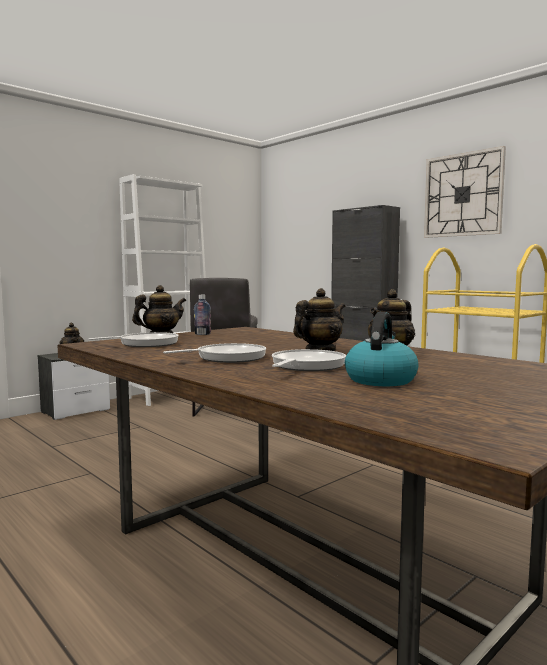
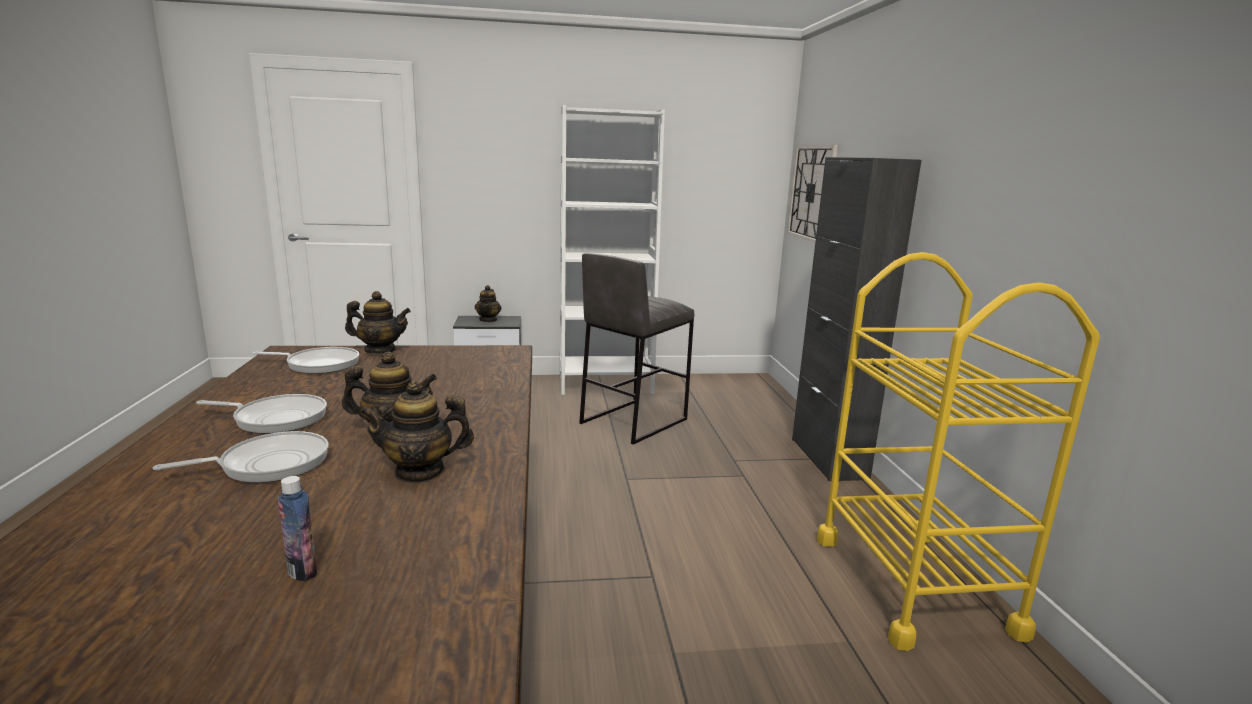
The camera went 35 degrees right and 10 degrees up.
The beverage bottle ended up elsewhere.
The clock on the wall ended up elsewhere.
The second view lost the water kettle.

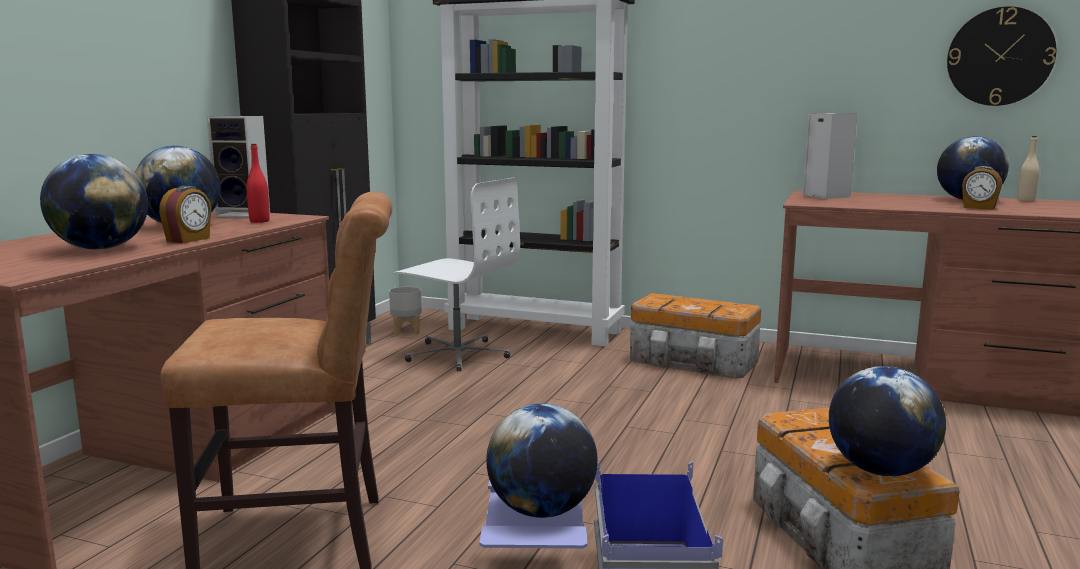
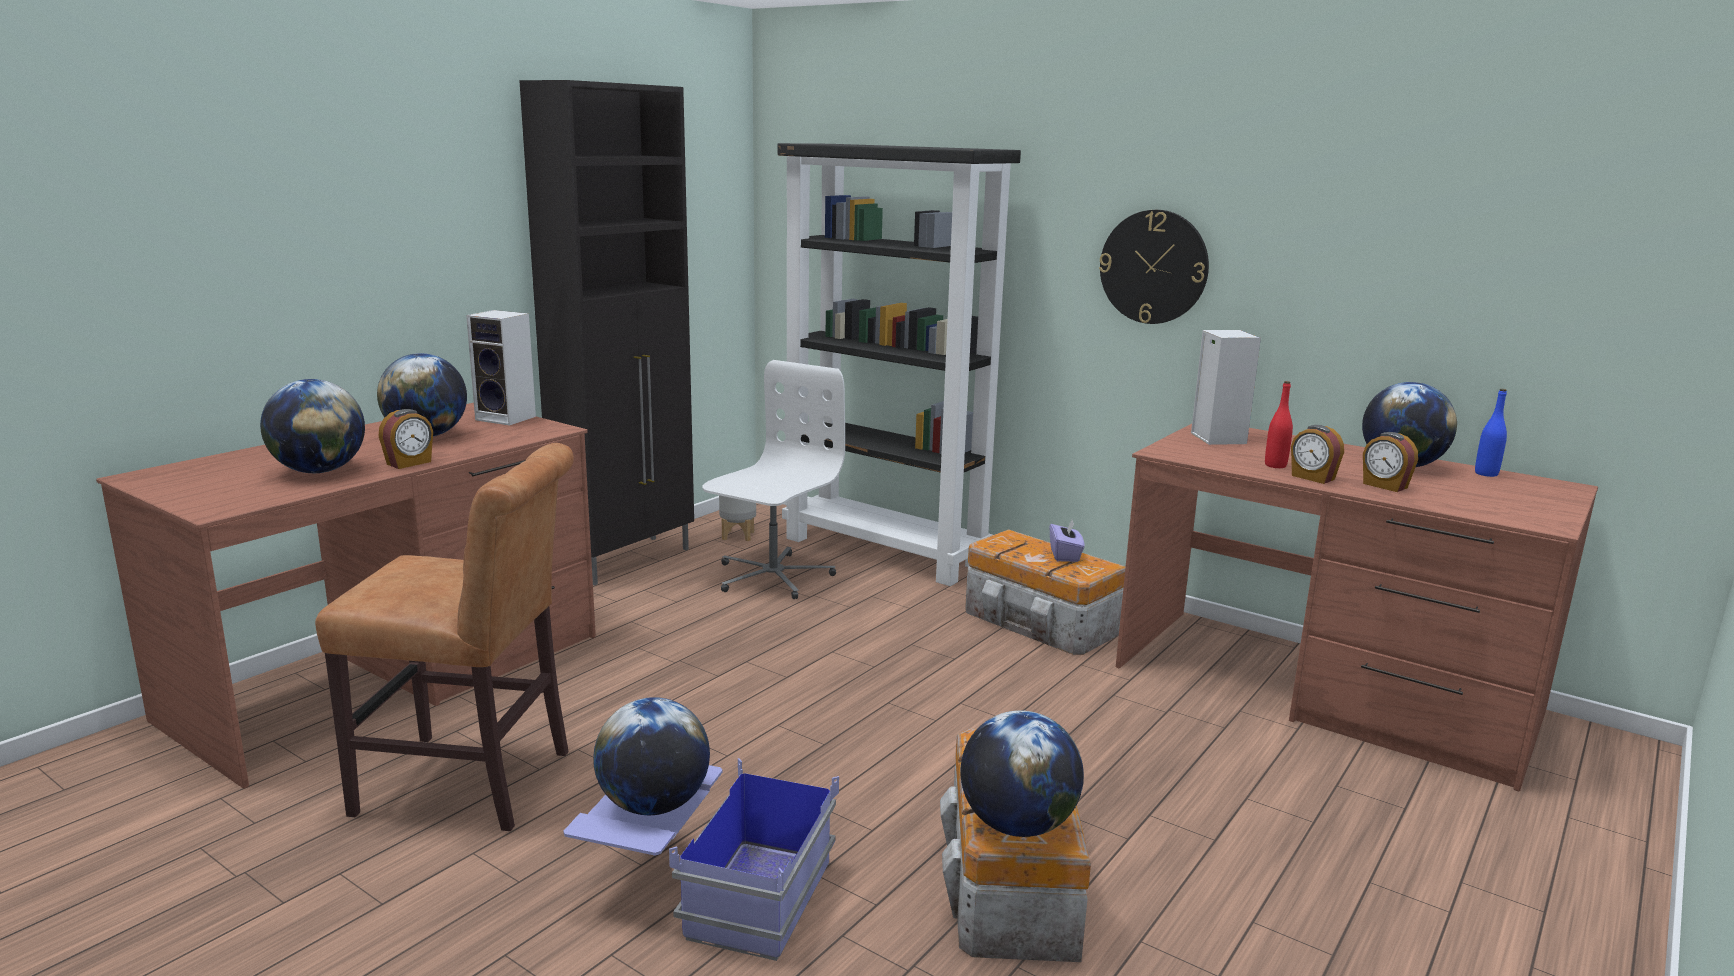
The camera went 15 degrees right and 5 degrees up.
The office chair (whitish) ended up facing another way, 105 degrees counterclockwise from before.
The second view gained the tissue box (purple).
The clock on the wall ended up elsewhere.
The beverage bottle (red-coloured) ended up elsewhere.
The second view gained the bedside clock (2nd from left).
What was the beverage bottle (beige) turned into the beverage bottle (bluish).

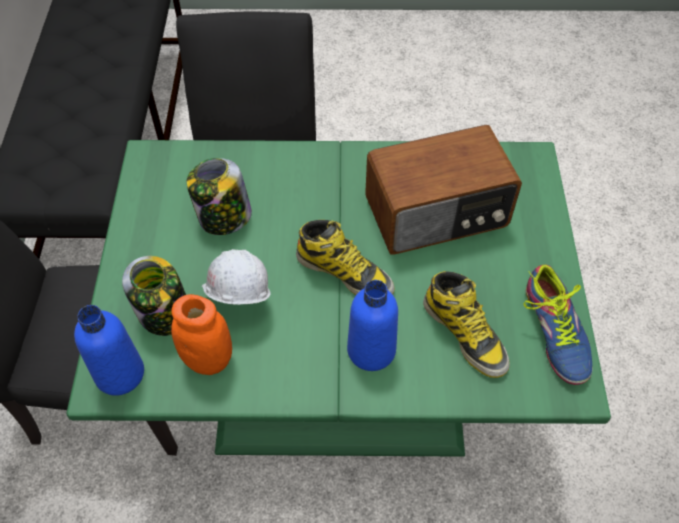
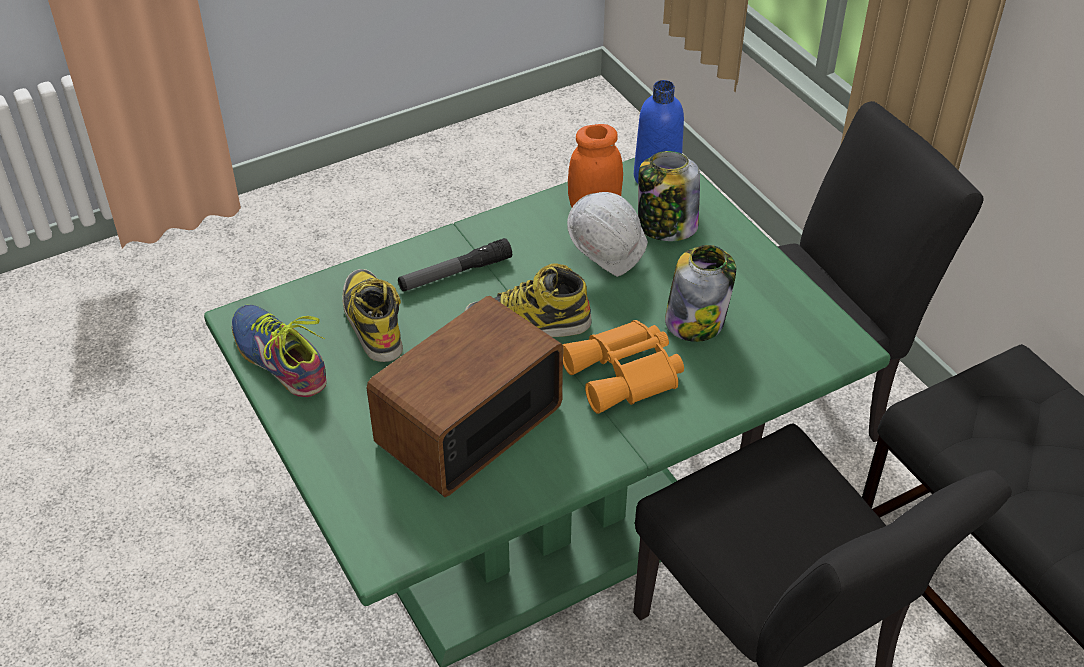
The camera went 150 degrees right and 10 degrees down.
The boot (2nd from left in the first image) ended up facing another way, 45 degrees clockwise from before.
Where the beverage bottle (bluish) (2nd from left) stood, the torch came to stand.
The second view gained the field glasses (orange-coloured).

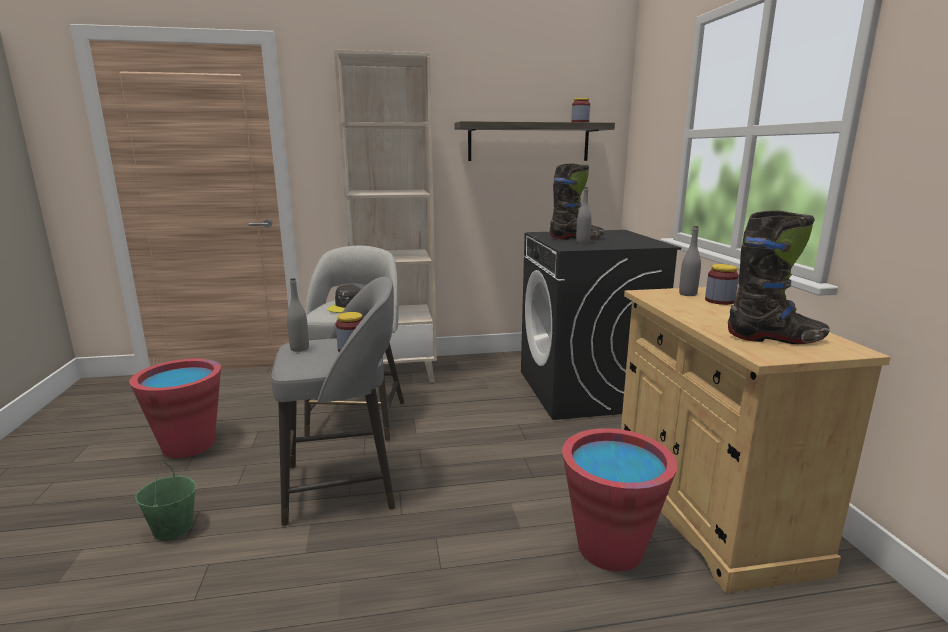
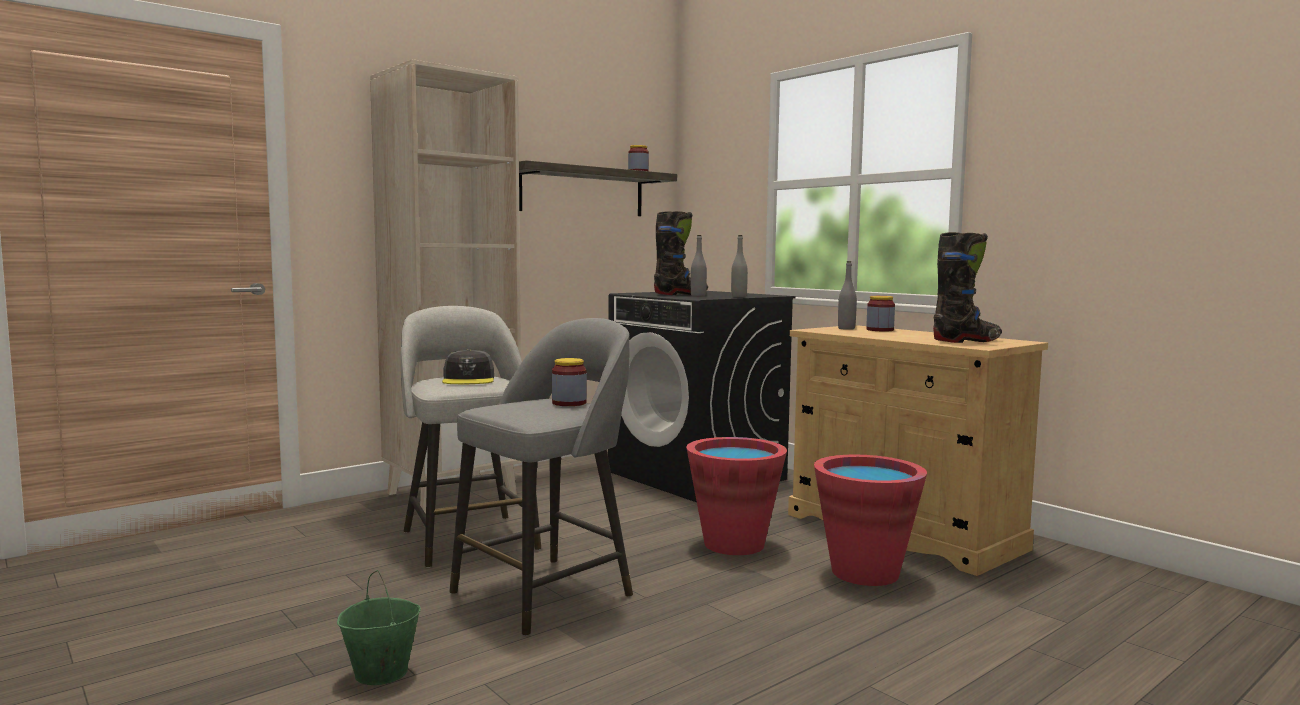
The camera went 30 degrees left and 10 degrees down.
The pail (red-coloured) (1st from left) ended up elsewhere.
The beverage bottle (grey) (1st from left in the first image) ended up elsewhere.

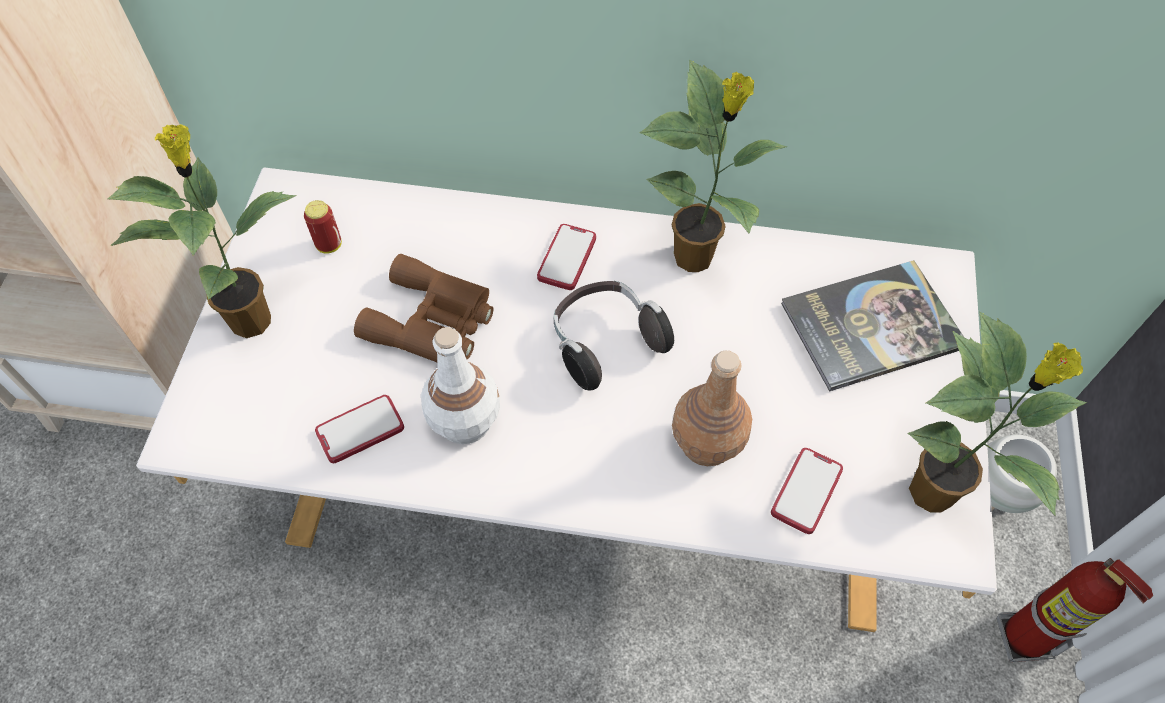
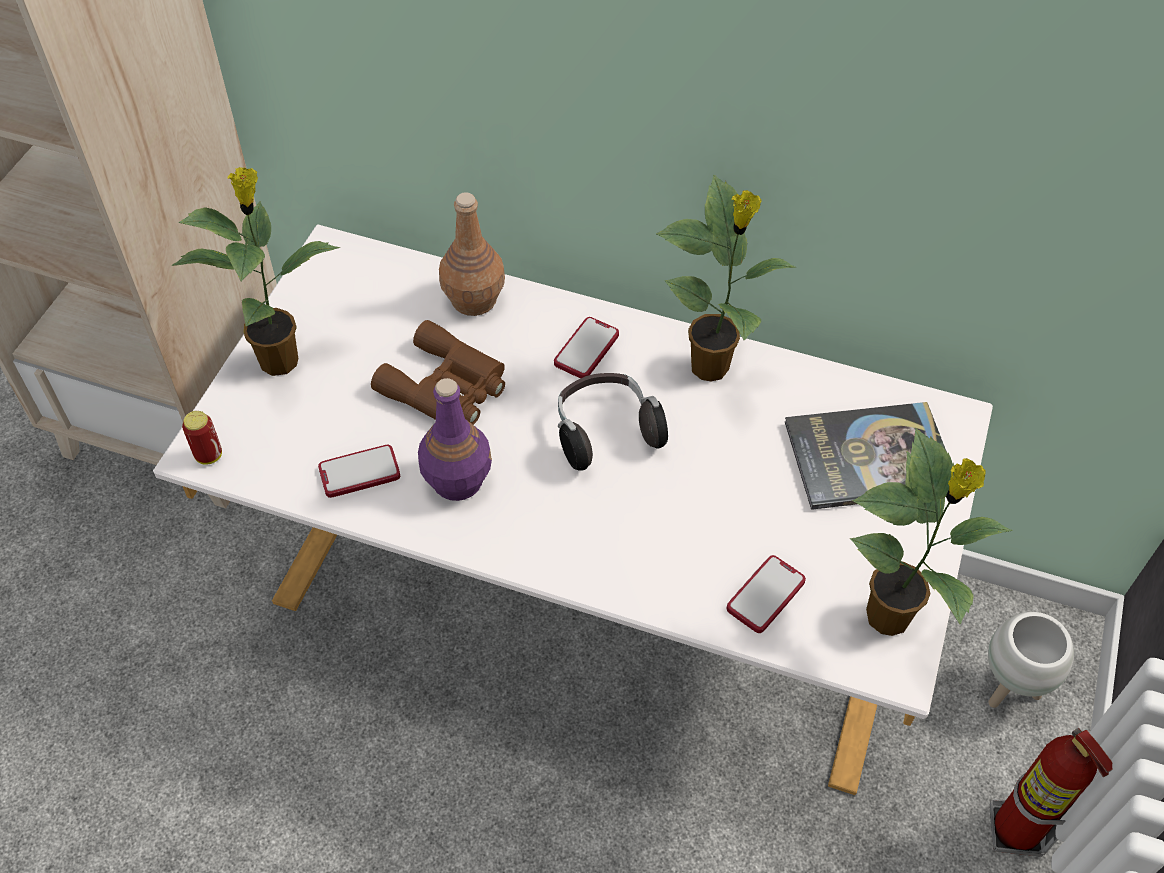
The camera went 10 degrees right and 5 degrees down.
The can ended up elsewhere.
What was the beverage bottle (whitish) turned into the beverage bottle (purple).
The beverage bottle (brown) ended up elsewhere.

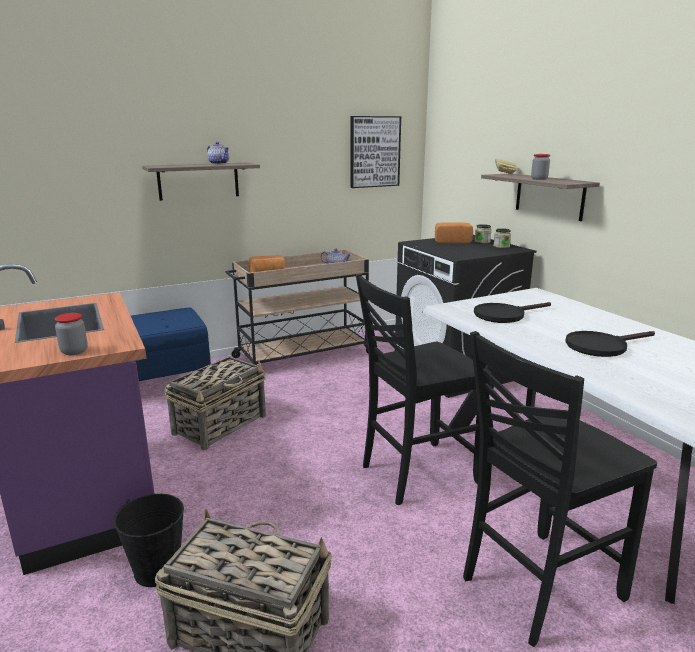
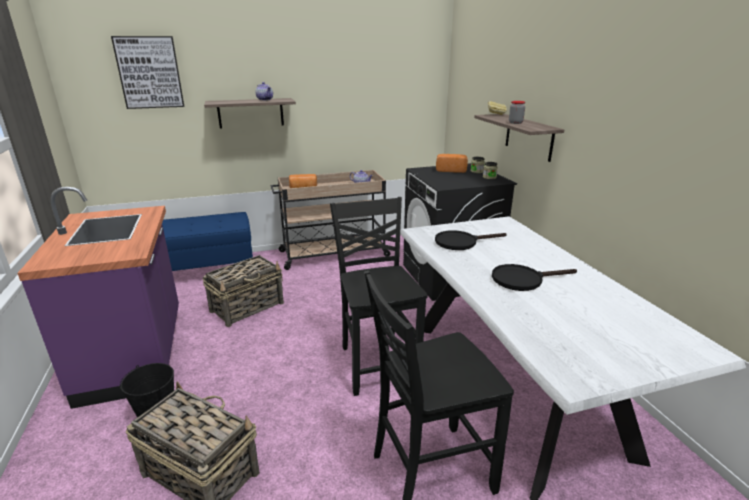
The camera went 10 degrees right and 5 degrees up.
The wall picture ended up elsewhere.
The chair (black) (1st from left) ended up facing another way, 90 degrees clockwise from before.
The second view lost the jar (1st from left).

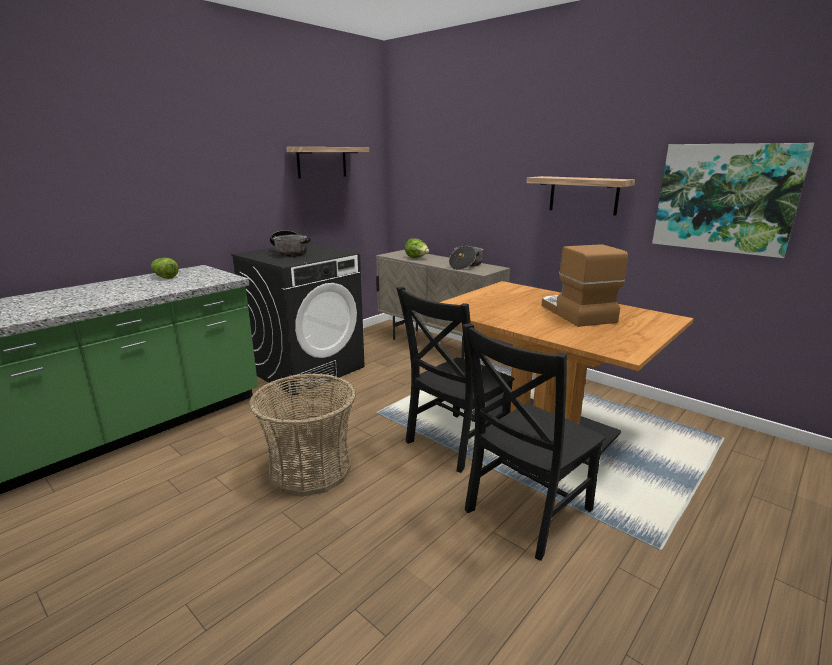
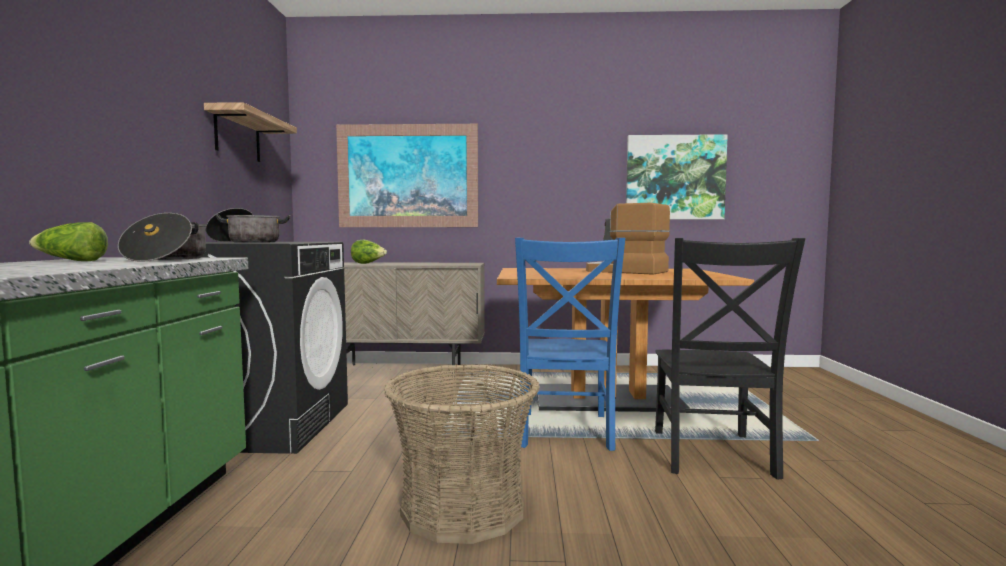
The camera went 40 degrees left and 15 degrees down.
The saucepot (2nd from left in the first image) ended up elsewhere.
The second view gained the wall picture (1st from left).
What was the chair (black) (1st from left) turned into the chair (bluish).
The second view lost the shelf (2nd from left).

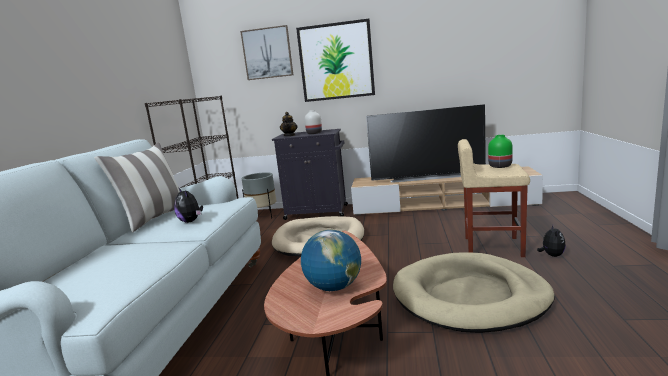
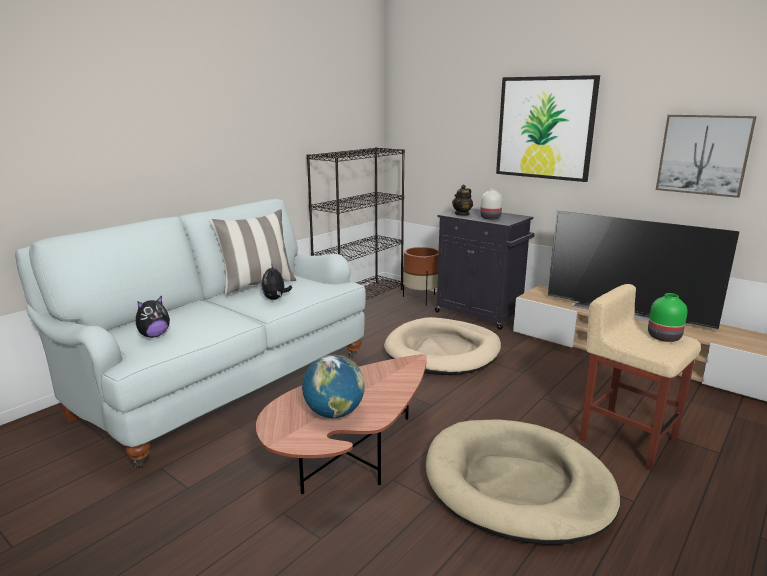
The camera went 30 degrees right and 5 degrees up.
The cuddly toy (2nd from left in the first image) ended up elsewhere.
What was the flower pot (grey) turned into the flower pot (brown).
The wall picture (1st from left in the first image) ended up elsewhere.

